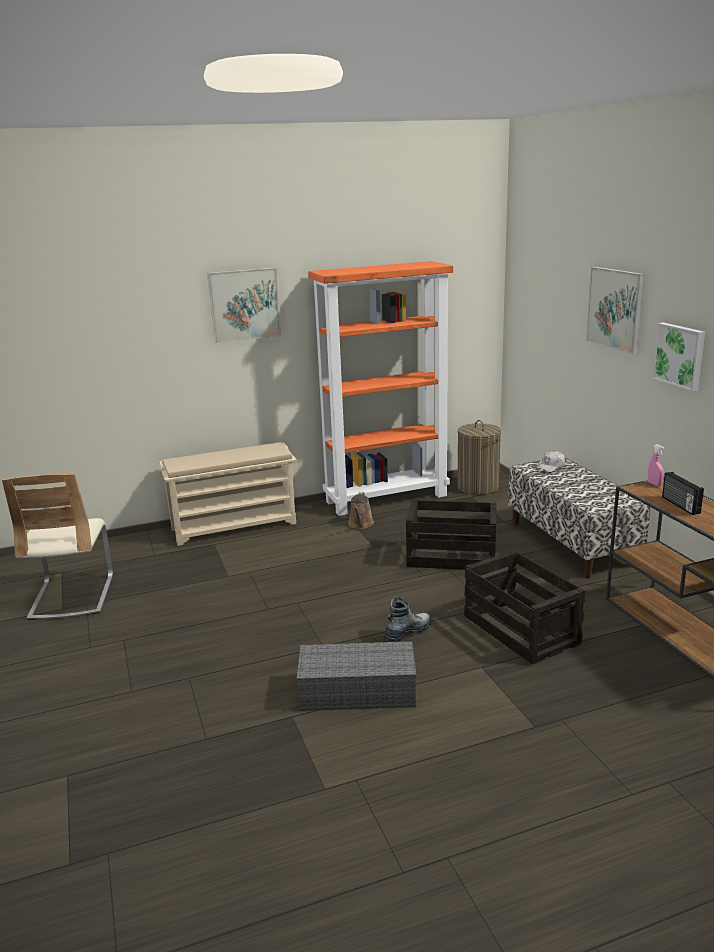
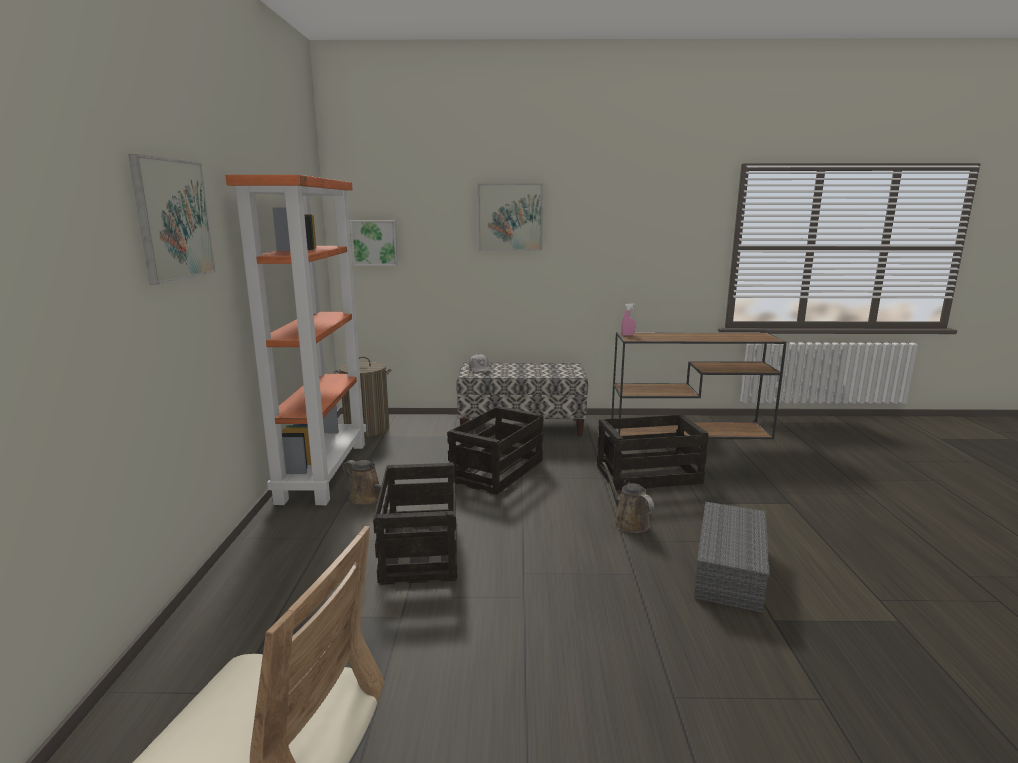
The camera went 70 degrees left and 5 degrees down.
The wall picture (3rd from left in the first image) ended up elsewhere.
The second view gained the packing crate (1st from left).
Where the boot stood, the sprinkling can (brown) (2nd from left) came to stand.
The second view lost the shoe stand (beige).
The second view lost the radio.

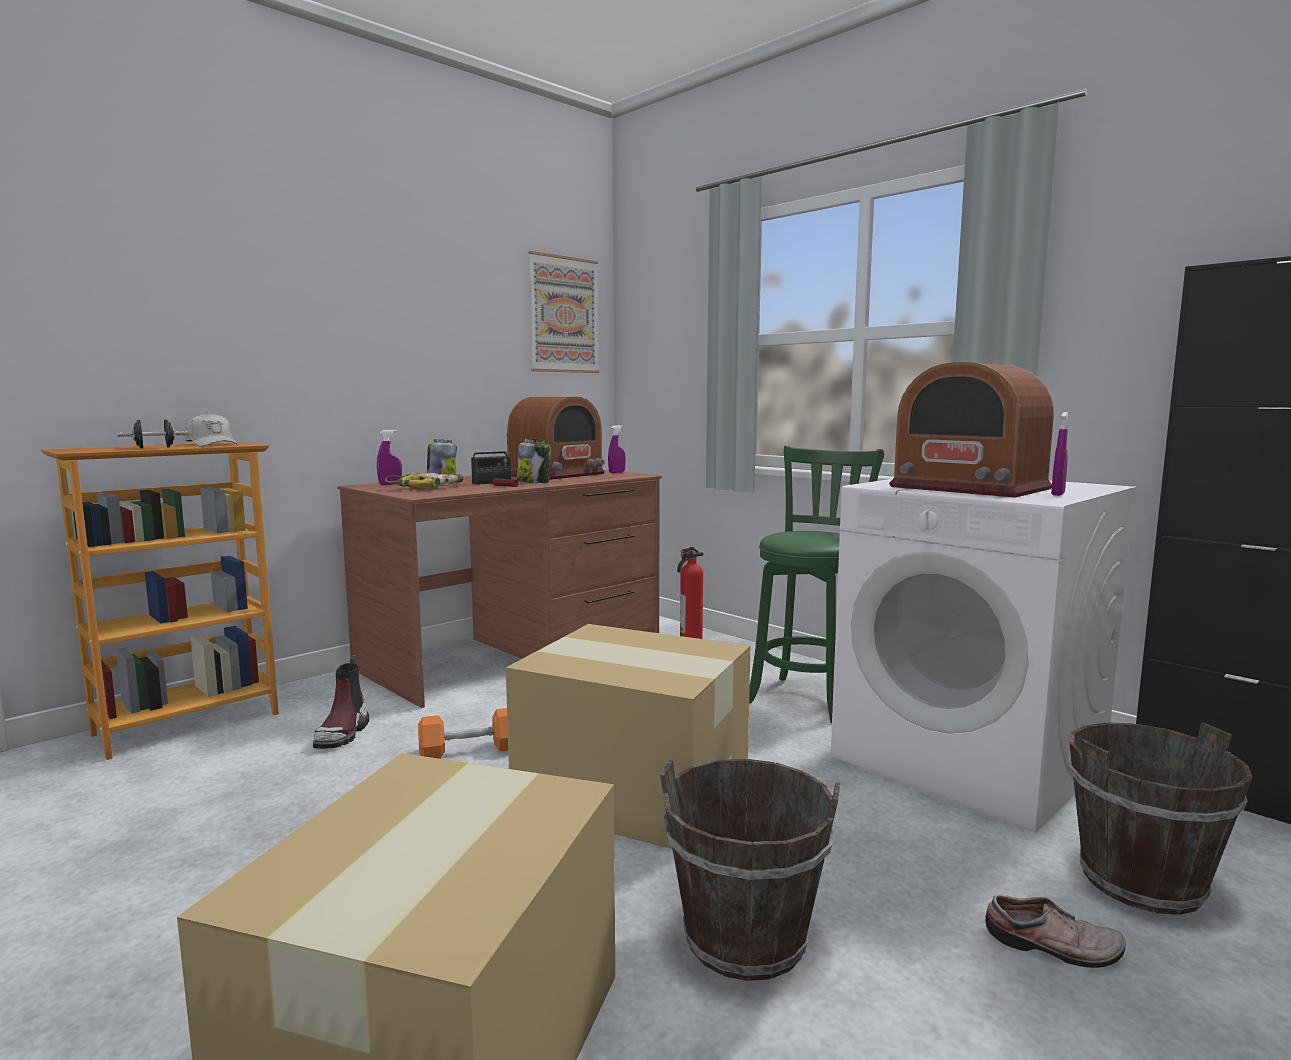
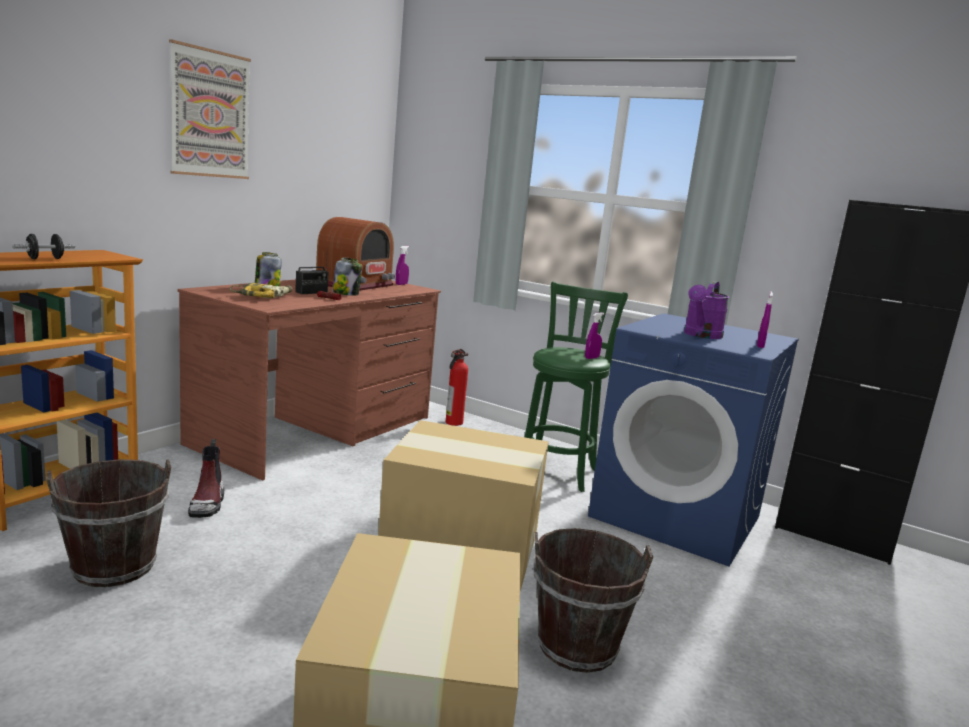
The camera went 15 degrees left and 5 degrees up.
The pail (brown) (2nd from left in the first image) ended up elsewhere.
The wall picture ended up elsewhere.
The sprayer (purple) (1st from left in the first image) ended up elsewhere.
What was the laundry machine (whitish) turned into the laundry machine (bluish).
Where the radio (3rd from left) stood, the sprinkling can (purple) came to stand.
The second view lost the cap (whitish).
The second view lost the dumbbell (orange-coloured).
The second view lost the item of footwear.

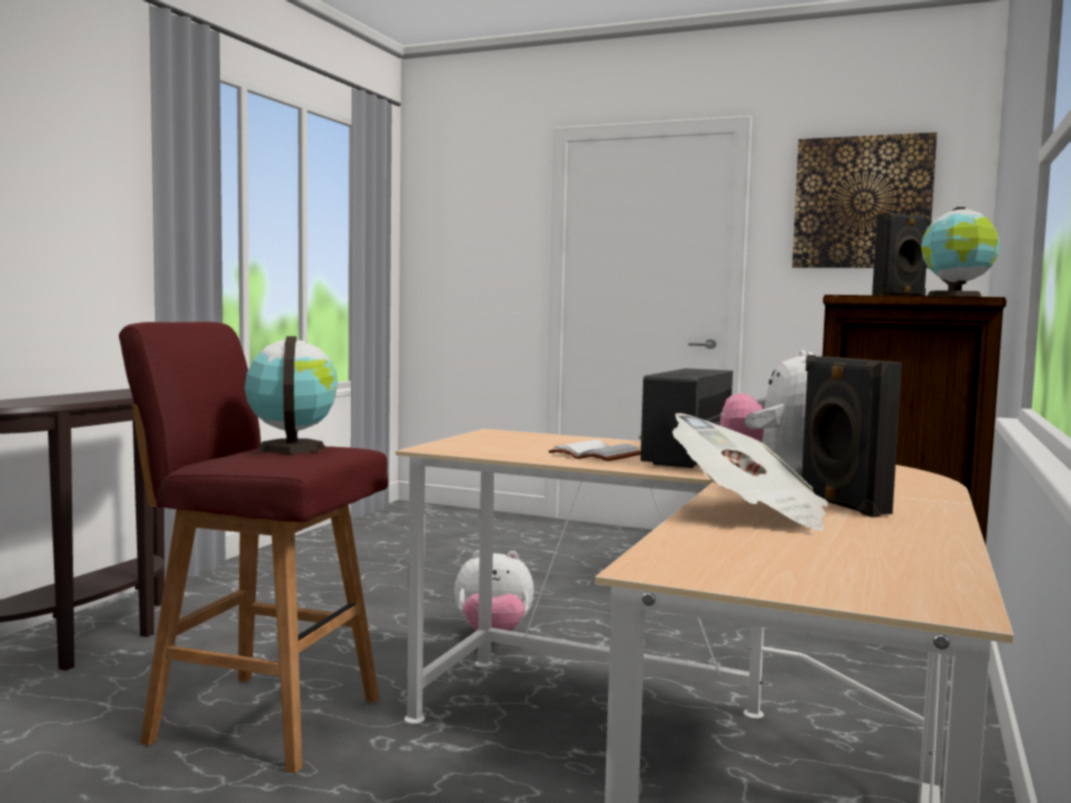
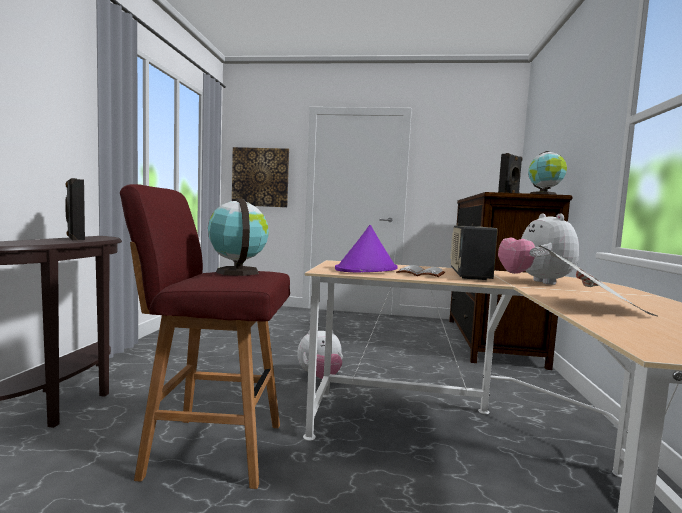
The camera went 15 degrees left and 0 degrees up.
The speaker (black) (1st from left) ended up elsewhere.
The wall picture ended up elsewhere.
The second view gained the wearable hat (purple).

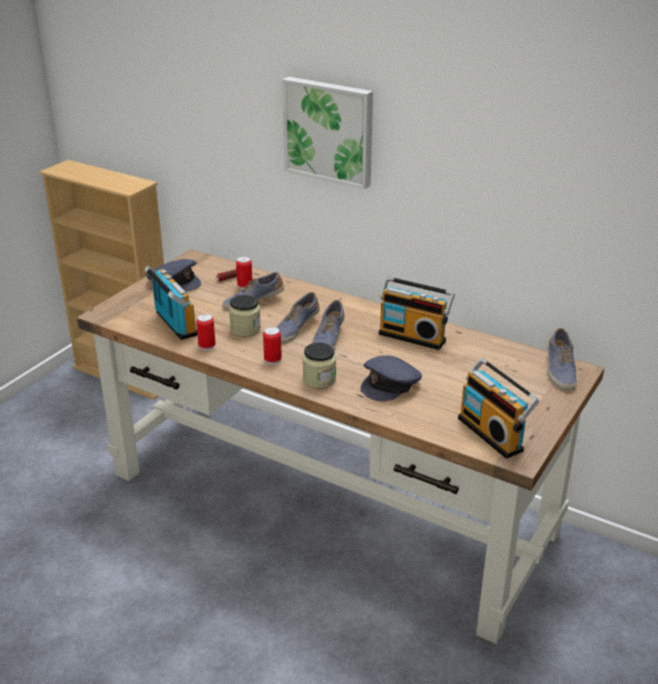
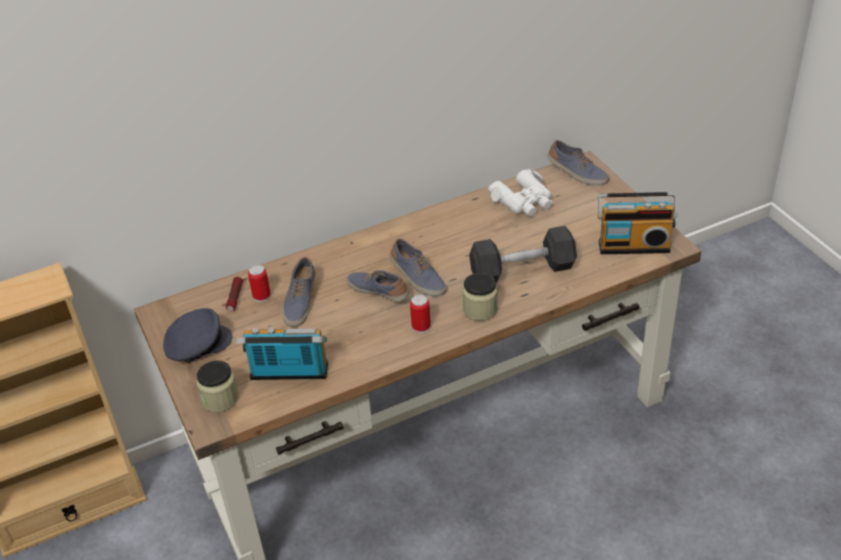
The camera went 55 degrees left and 10 degrees up.
The jar (1st from left) ended up elsewhere.
The item of footwear (2nd from left) ended up facing another way, 150 degrees clockwise from before.
Where the cap (grey) (2nd from left) stood, the dumbbell (grey) came to stand.
The second view gained the field glasses (whitish).
The second view lost the can (1st from left).
The second view lost the wall picture.
The second view lost the radio (2nd from left).

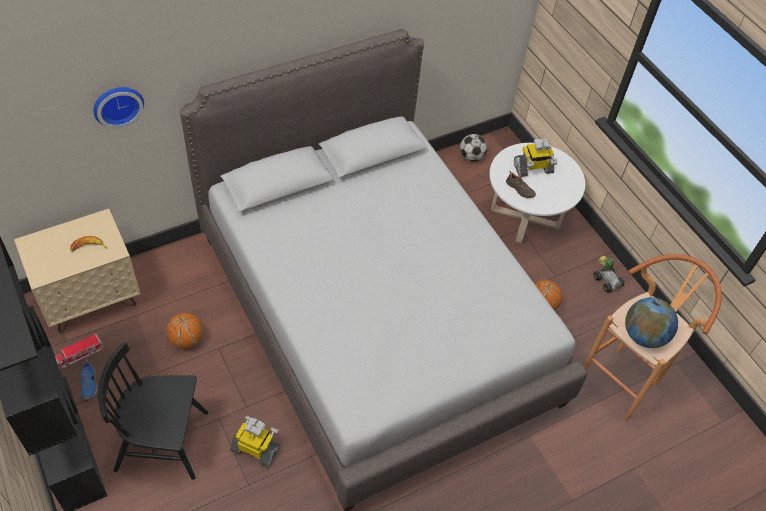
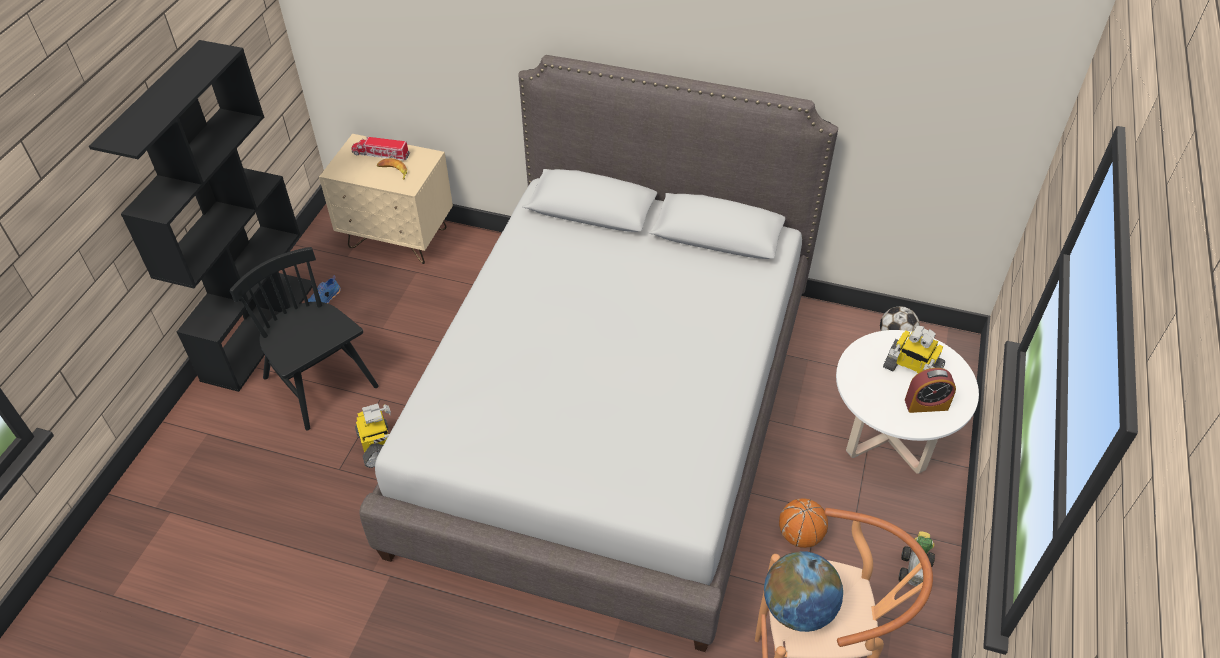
The camera went 50 degrees right and 5 degrees down.
The toy truck ended up elsewhere.
The second view gained the bedside clock.
The second view lost the clock on the wall.
The second view lost the ball for basketball (1st from left).
The second view lost the item of footwear (black).

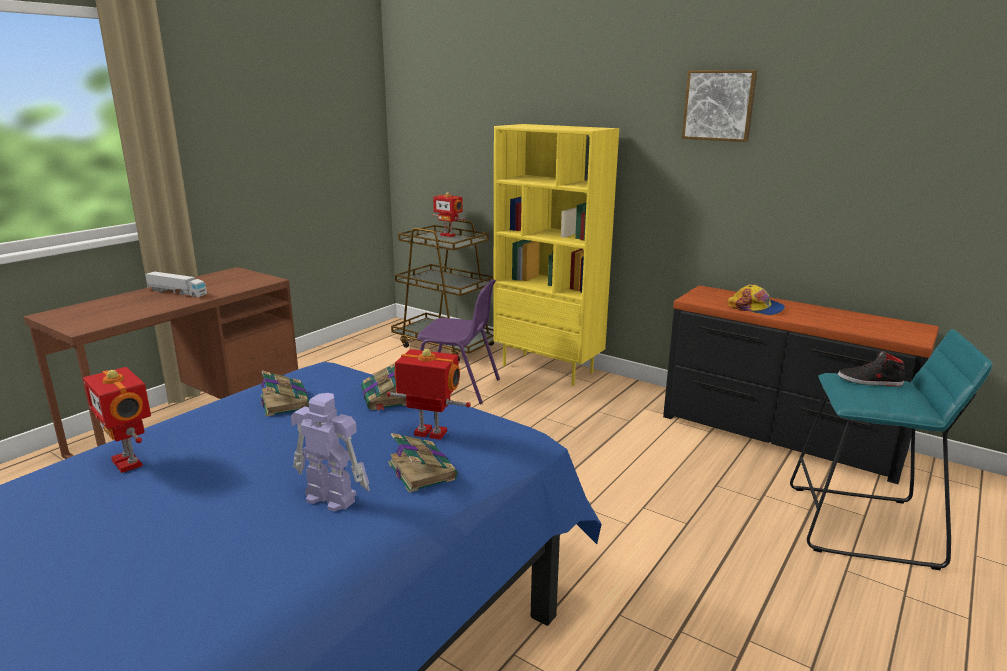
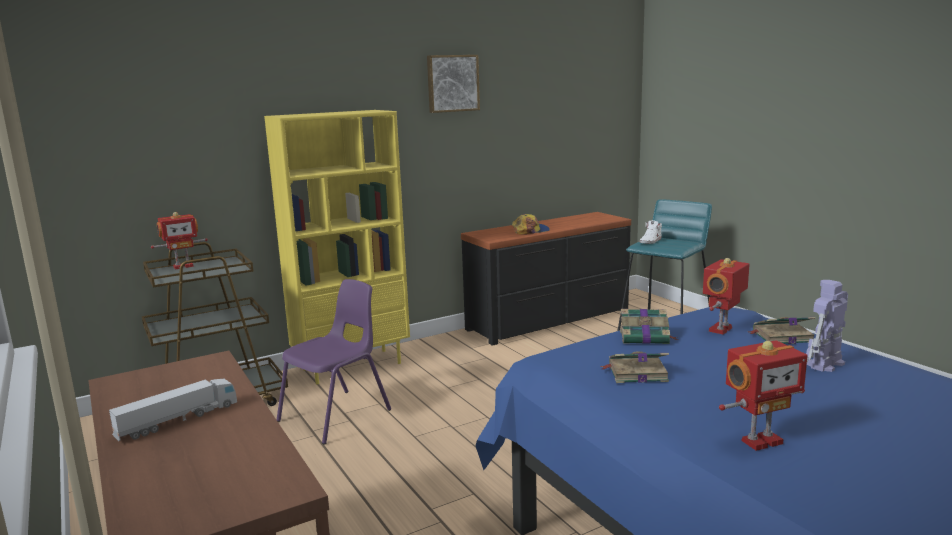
The camera went 65 degrees left and 5 degrees down.
What was the item of footwear (black) turned into the item of footwear (whitish).

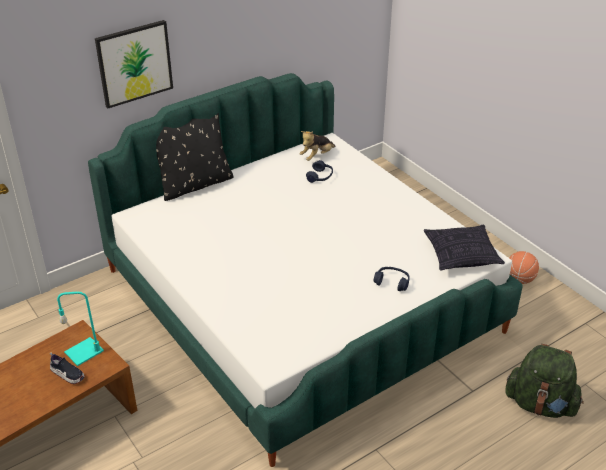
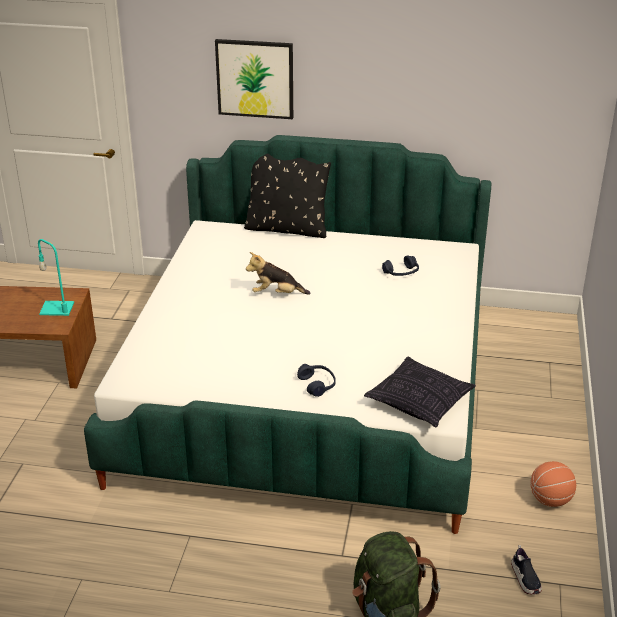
The camera went 45 degrees right and 5 degrees down.
The cuddly toy ended up elsewhere.
The item of footwear ended up elsewhere.

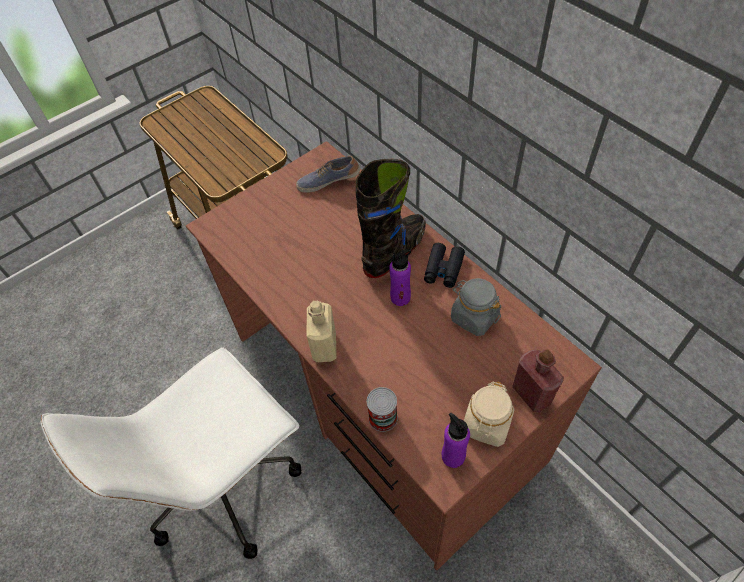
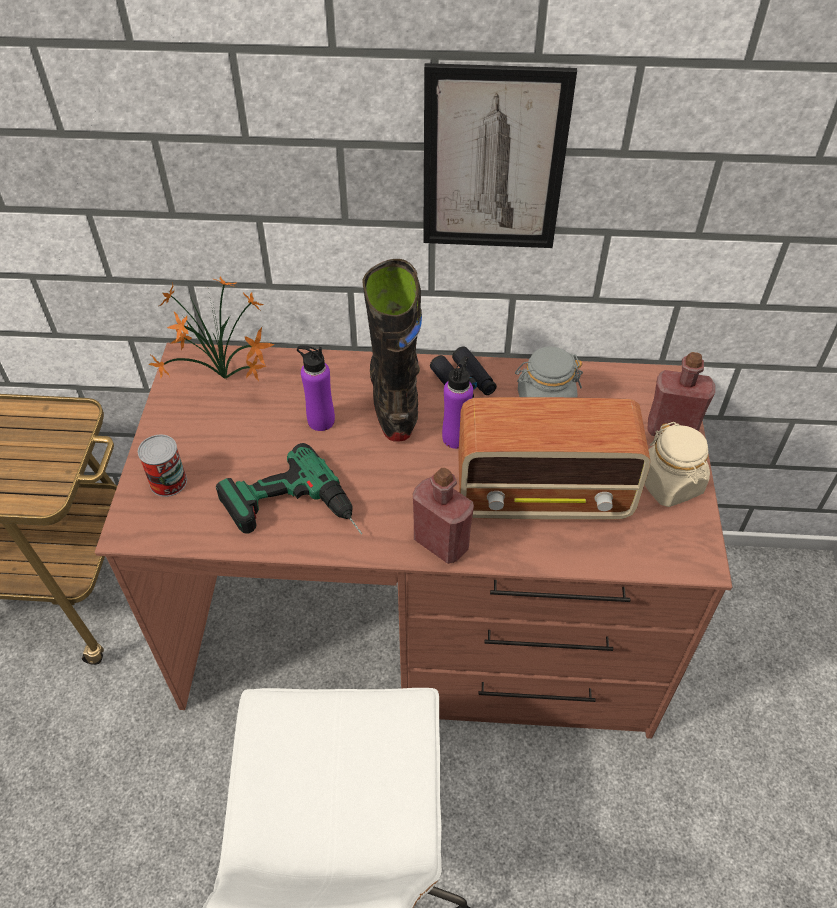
The camera went 50 degrees left and 5 degrees down.
The can ended up elsewhere.
Where the item of footwear stood, the houseplant came to stand.
The second view gained the drill.
The beverage bottle (purple) (2nd from left in the first image) ended up elsewhere.
What was the beverage bottle (beige) turned into the beverage bottle (red-coloured) (1st from left).
The second view gained the wall picture.
The second view gained the radio.

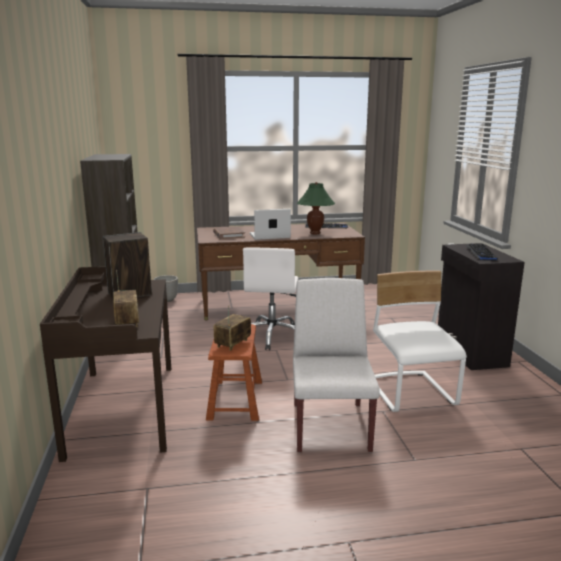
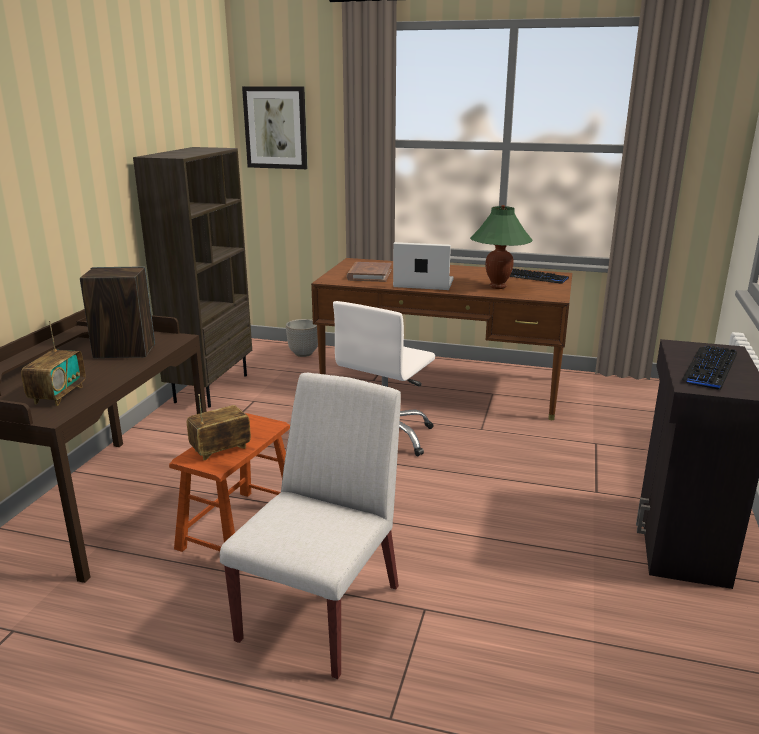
The camera went 25 degrees right and 5 degrees up.
The second view gained the wall picture.
The second view lost the chair (whitish) (2nd from left).

